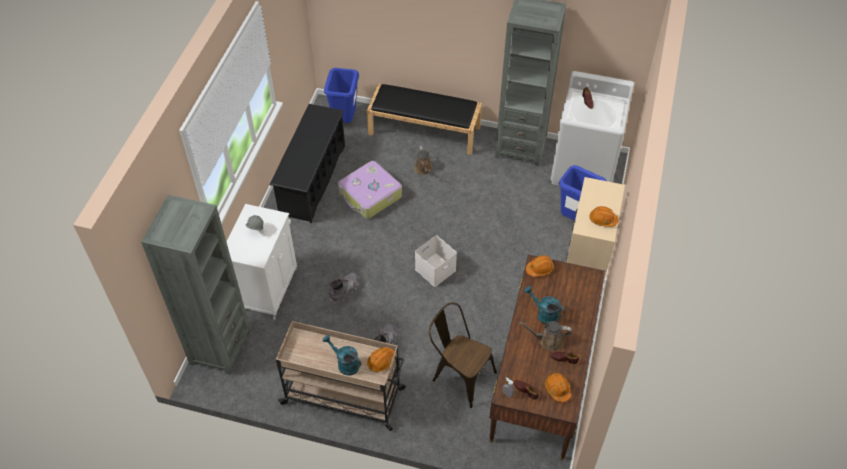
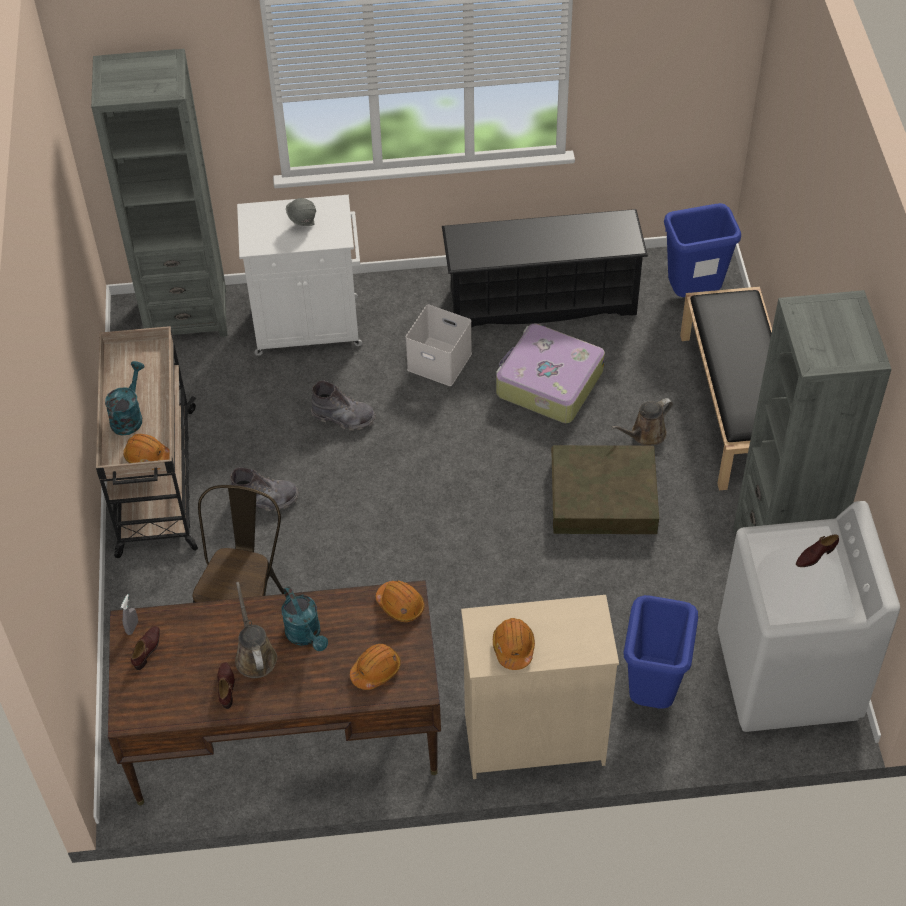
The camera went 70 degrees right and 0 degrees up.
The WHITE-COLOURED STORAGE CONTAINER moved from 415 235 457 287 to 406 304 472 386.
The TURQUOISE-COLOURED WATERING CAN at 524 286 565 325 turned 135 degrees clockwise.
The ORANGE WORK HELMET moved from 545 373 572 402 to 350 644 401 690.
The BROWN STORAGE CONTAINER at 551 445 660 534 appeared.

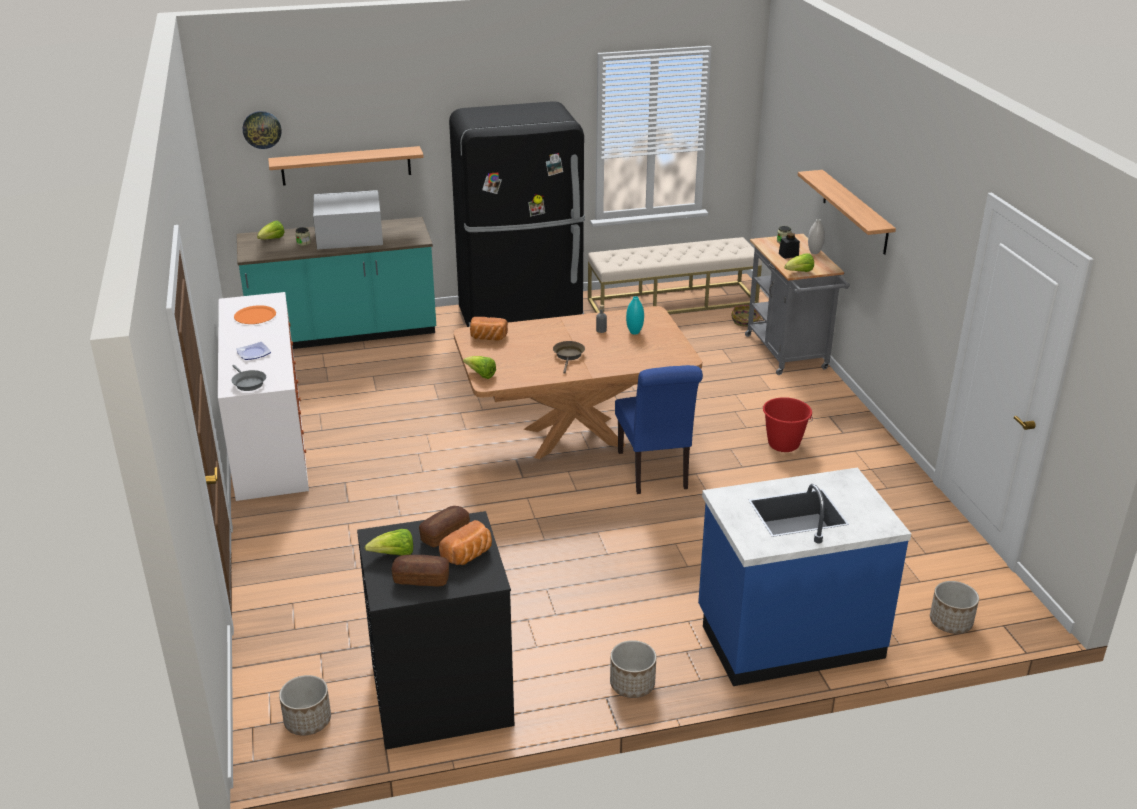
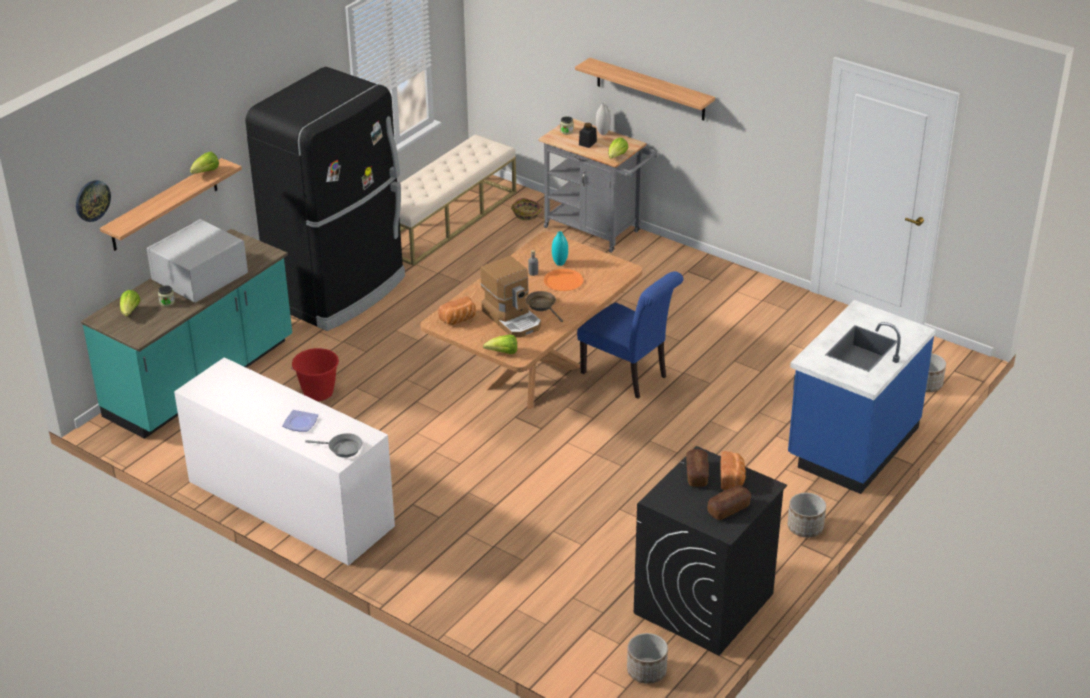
The camera went 40 degrees left and 5 degrees up.
The ORANGE FLAT DISH moved from 234 305 276 324 to 544 269 583 291.
The RED WATER BUCKET moved from 763 397 813 452 to 291 348 340 401.
The HEAD OF LETTUCE moved from 365 529 413 556 to 190 152 219 174.
The COFFEE MAKER at 480 256 541 338 appeared.

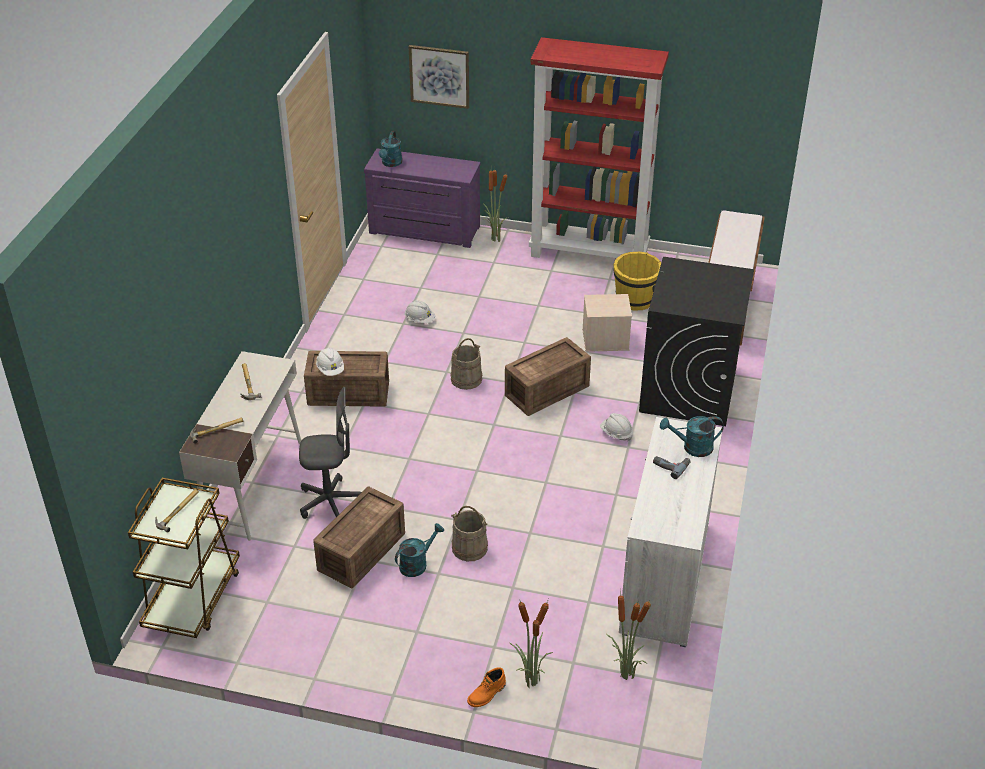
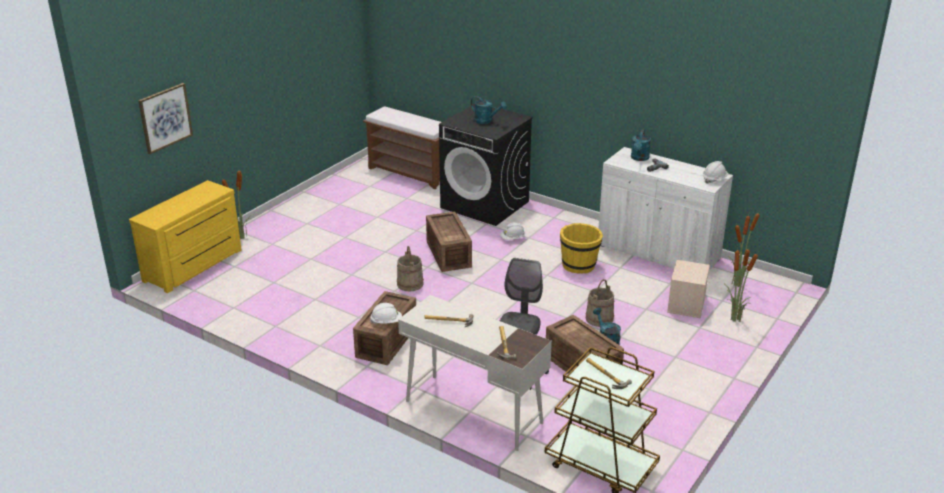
The camera went 70 degrees left and 10 degrees down.
The RED BOOKSHELF at 529 37 669 258 disappeared.
The TURQUOISE-COLOURED WATERING CAN moved from 379 131 402 167 to 471 96 507 124.
The PURPLE DRESSER at 364 148 480 248 became the YELLOW DRESSER at 129 180 242 293.
The YELLOW WATER BUCKET moved from 613 252 661 311 to 560 223 603 274.
The SAND-COLOURED STORAGE CONTAINER moved from 582 294 632 352 to 667 260 710 318.
The WHITE-COLOURED WORK HELMET moved from 405 300 435 324 to 703 161 729 184.
The ORANGE BOOT at 467 667 506 707 disappeared.

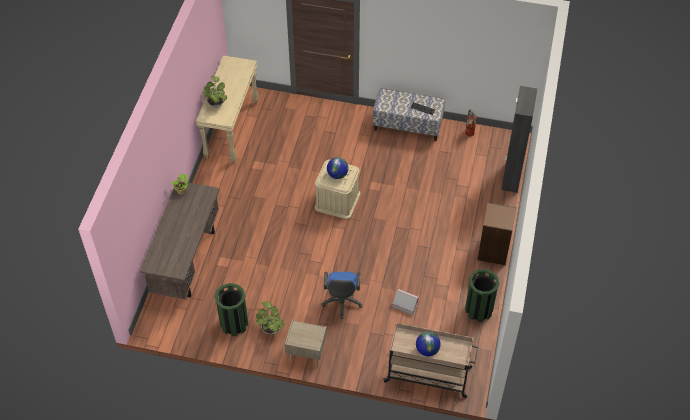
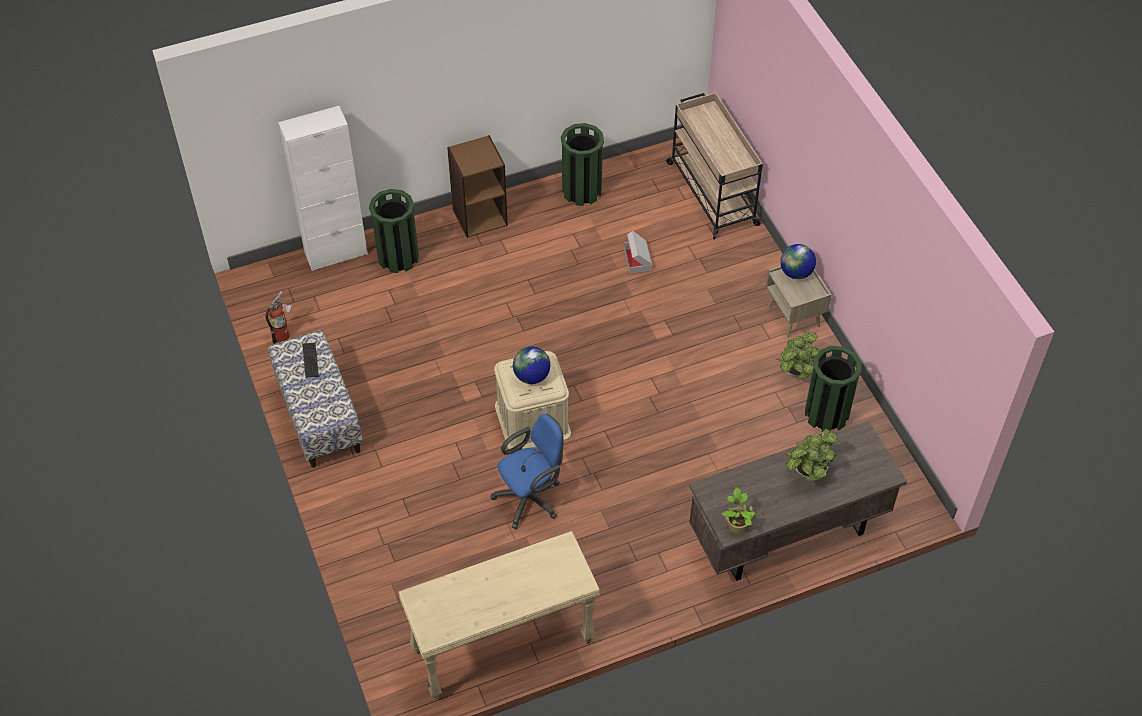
The camera went 125 degrees left and 0 degrees up.
The PLANT IN A POT moved from 203 76 227 107 to 786 429 838 481.
The BLACKISH CABINET at 501 86 537 193 became the WHITE-COLOURED CABINET at 278 106 368 271.
The BLUE COMPUTER CHAIR moved from 321 272 363 319 to 491 414 564 529.
The WORLD GLOBE moved from 416 332 441 356 to 780 244 816 279.
The GREENISH WASTE BIN at 369 189 419 273 appeared.

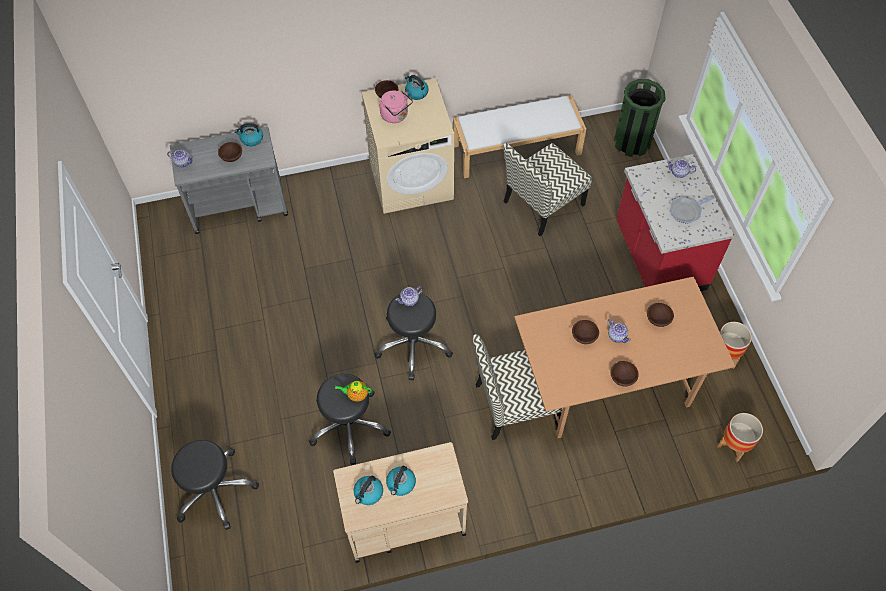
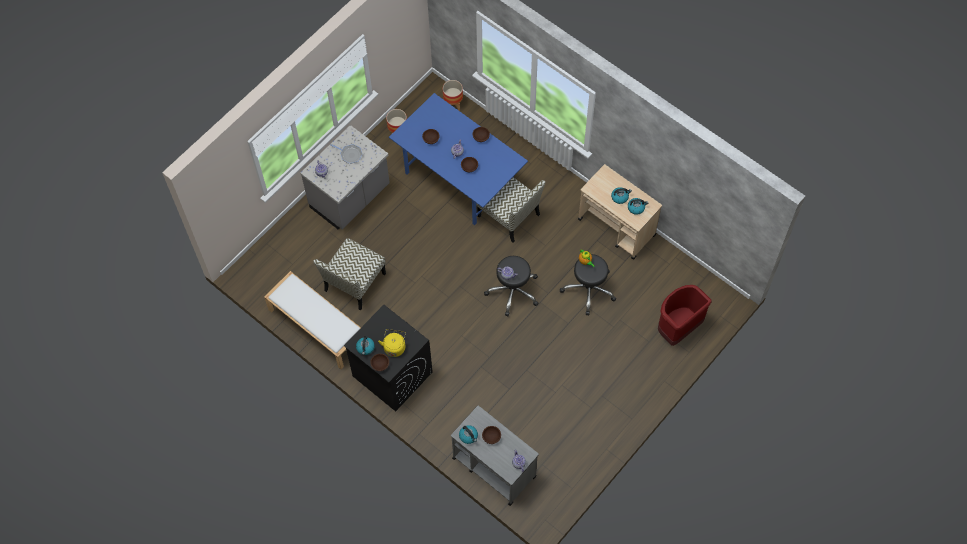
The camera went 125 degrees left and 5 degrees up.
The SAND-COLOURED WASHING MACHINE at 362 78 454 214 became the BLACKISH WASHING MACHINE at 344 305 433 411.
The GREENISH WASTE BIN at 614 79 666 157 disappeared.
The PINK-COLOURED KETTLE at 379 90 413 123 became the YELLOW KETTLE at 378 329 406 357.
The UPRIGHT CHAIR at 503 143 592 236 turned 105 degrees clockwise.
The RED COUNTER at 616 154 734 291 became the GRAY COUNTER at 300 125 390 230.
The BROWN KITCHEN TABLE at 514 276 735 438 became the BLUE KITCHEN TABLE at 389 93 528 225.
The BLACKISH STOOL at 171 440 259 530 was replaced by the RED WASTE BIN at 658 285 711 346.

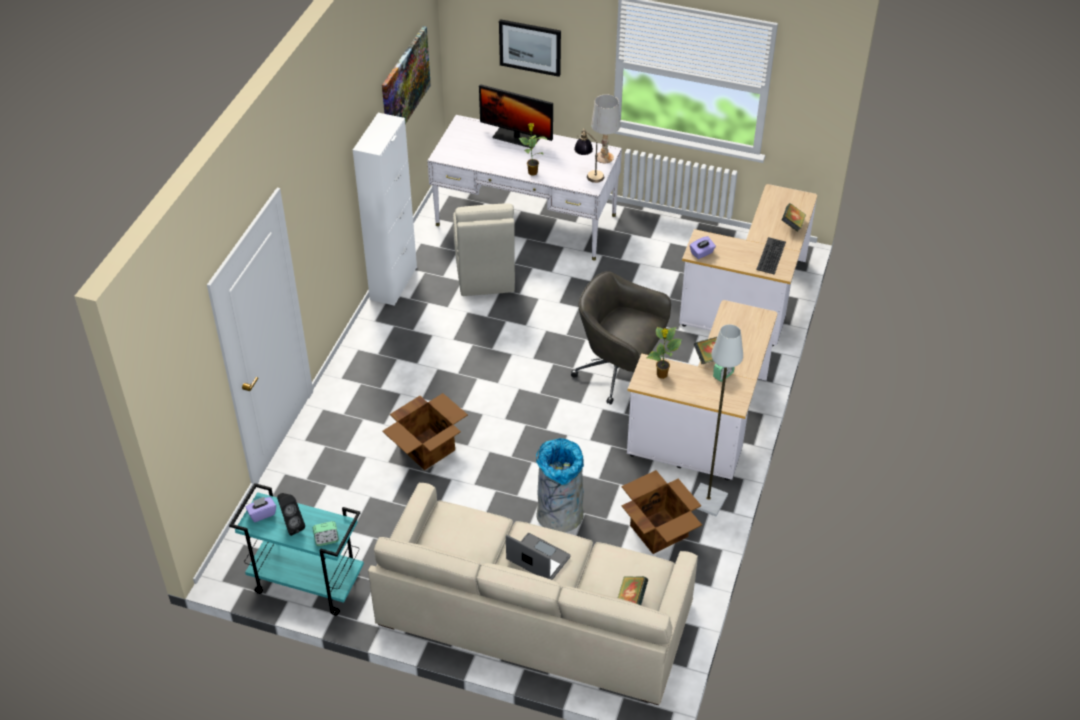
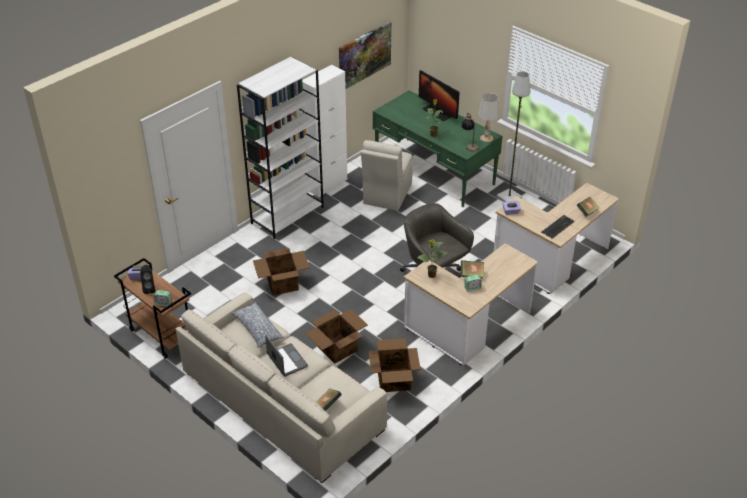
The camera went 25 degrees right and 5 degrees down.
The PICTURE at 499 19 561 77 disappeared.
The WHITE-COLOURED DESK TABLE at 427 115 622 261 became the GREENISH DESK TABLE at 373 90 502 207.
The GRAY FLOOR LAMP moved from 693 324 743 516 to 497 71 531 202.
The GRAY WASTE BIN at 536 438 584 532 was replaced by the PACKING BOX at 305 309 368 364.
The TURQUOISE-COLOURED TROLLEY at 229 483 364 616 became the BROWN TROLLEY at 114 258 191 359.
The WHITE-COLOURED BOOKSHELF at 237 57 324 239 appeared.
The PILLOW at 231 302 284 348 appeared.

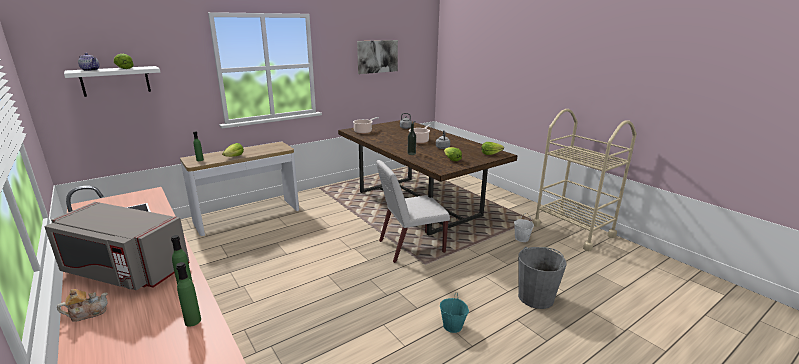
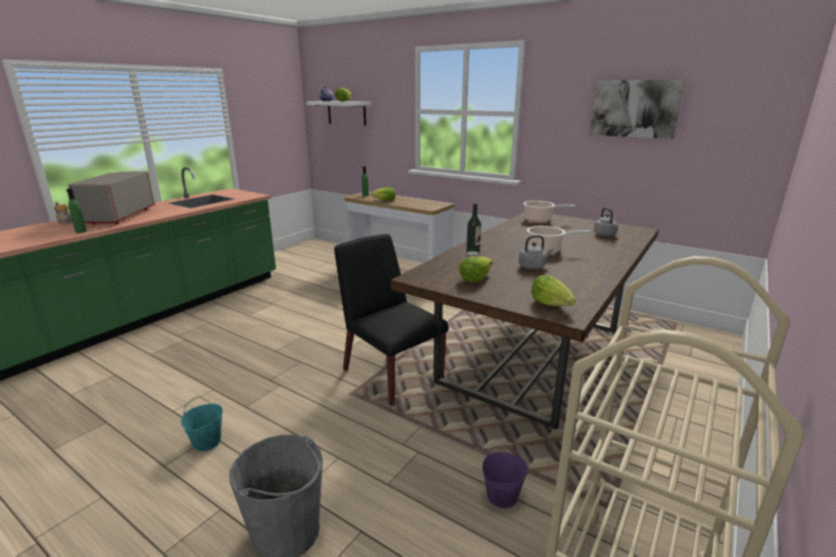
The camera went 70 degrees right and 0 degrees up.
The WHITE-COLOURED UPRIGHT CHAIR at 376 160 450 263 became the BLACKISH UPRIGHT CHAIR at 334 234 449 406.
The WHITE-COLOURED WATER BUCKET at 514 213 534 242 became the PURPLE WATER BUCKET at 482 446 528 508.
The GREENISH BOTTLE at 176 262 201 327 disappeared.

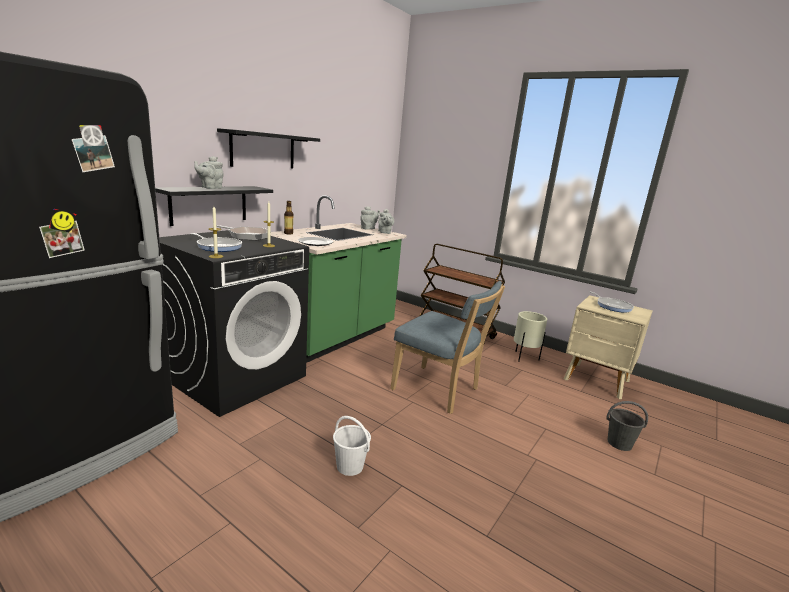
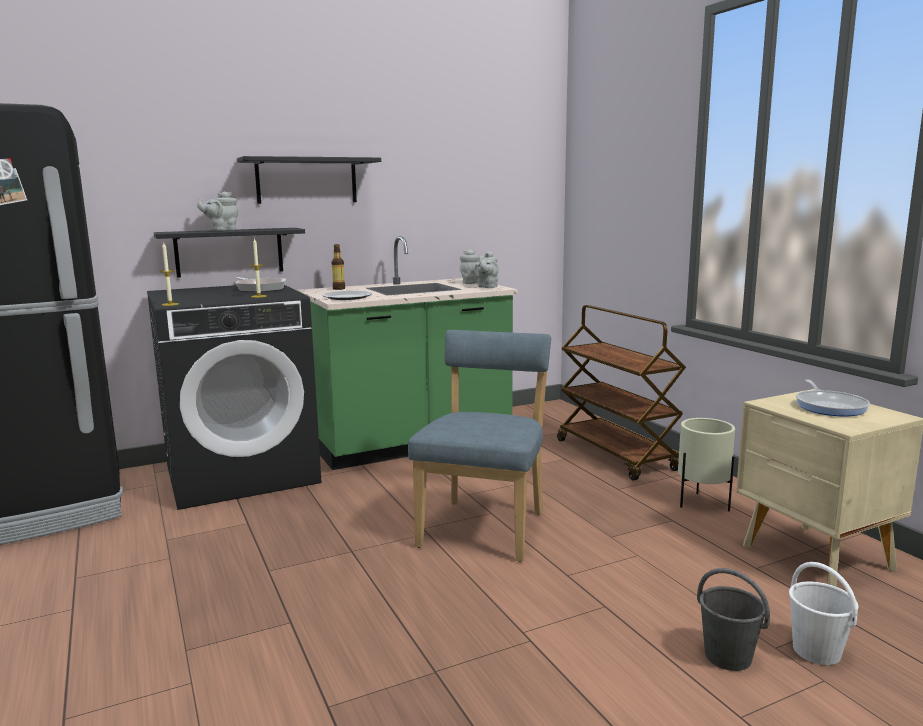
The camera went 30 degrees right and 5 degrees down.
The FRYING PAN at 191 233 242 252 disappeared.
The BLUE UPRIGHT CHAIR at 390 281 505 414 turned 135 degrees counterclockwise.
The WHITE-COLOURED WATER BUCKET moved from 333 416 371 476 to 789 562 858 665.

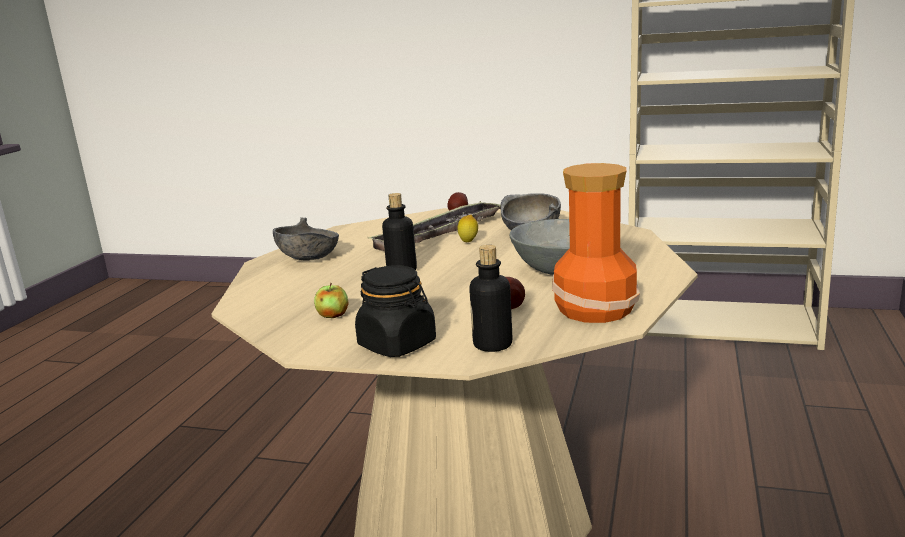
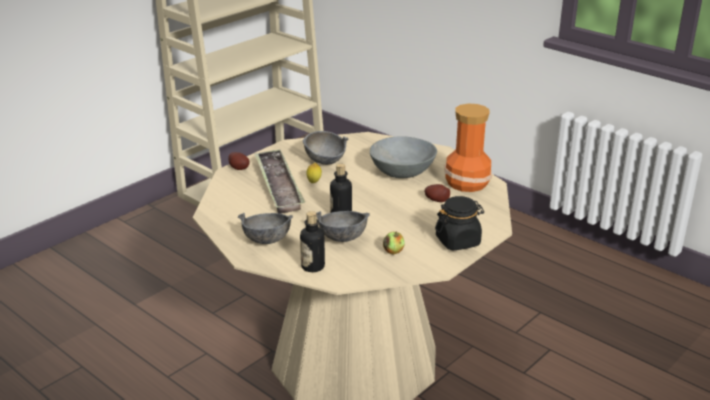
The camera went 65 degrees left and 10 degrees up.
The BOTTLE moved from 469 245 512 352 to 300 211 325 272.
The GRAY BOWL at 317 211 370 242 appeared.

